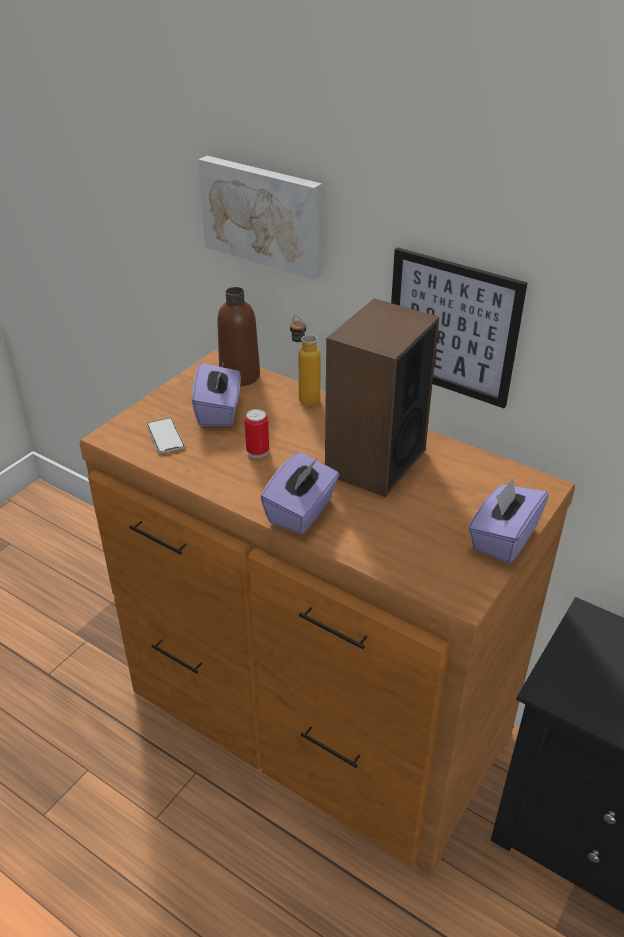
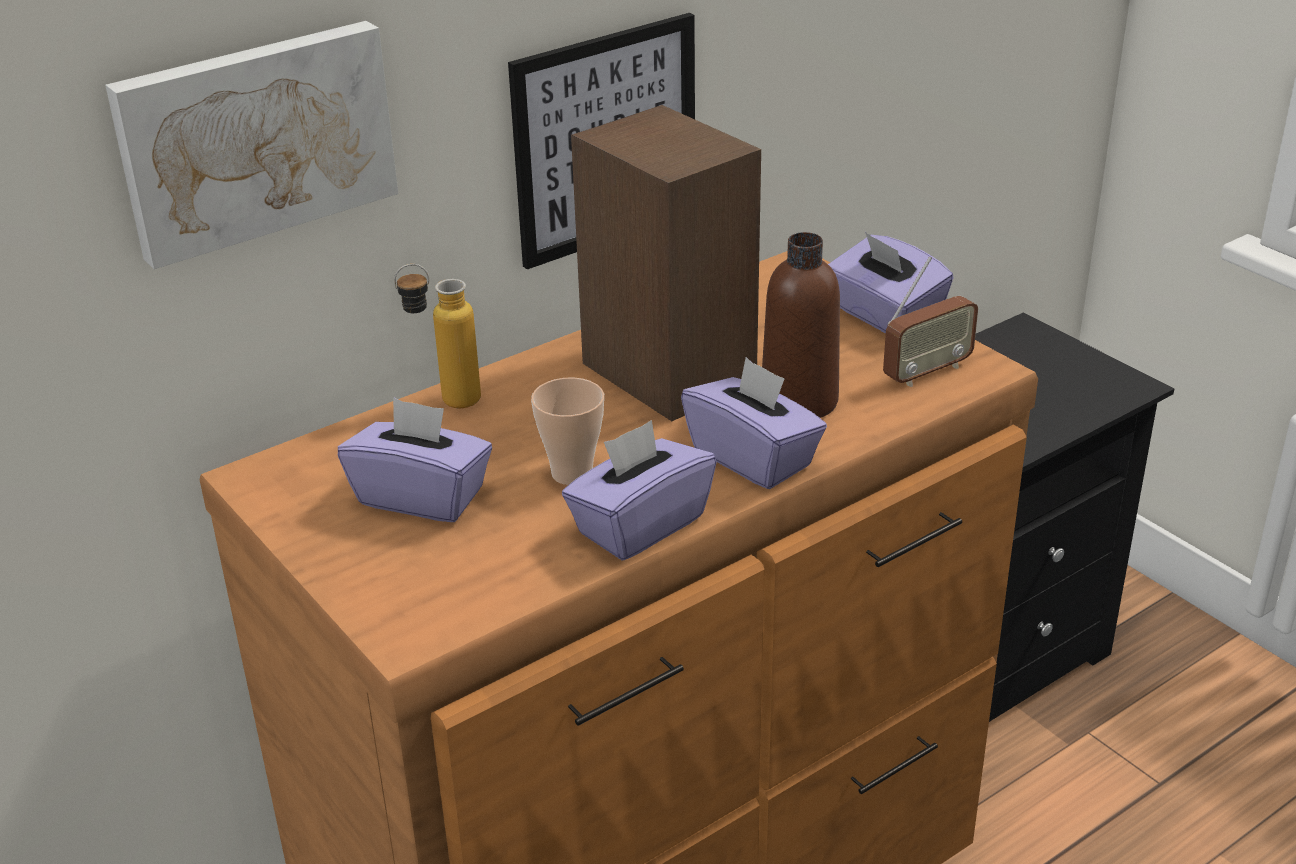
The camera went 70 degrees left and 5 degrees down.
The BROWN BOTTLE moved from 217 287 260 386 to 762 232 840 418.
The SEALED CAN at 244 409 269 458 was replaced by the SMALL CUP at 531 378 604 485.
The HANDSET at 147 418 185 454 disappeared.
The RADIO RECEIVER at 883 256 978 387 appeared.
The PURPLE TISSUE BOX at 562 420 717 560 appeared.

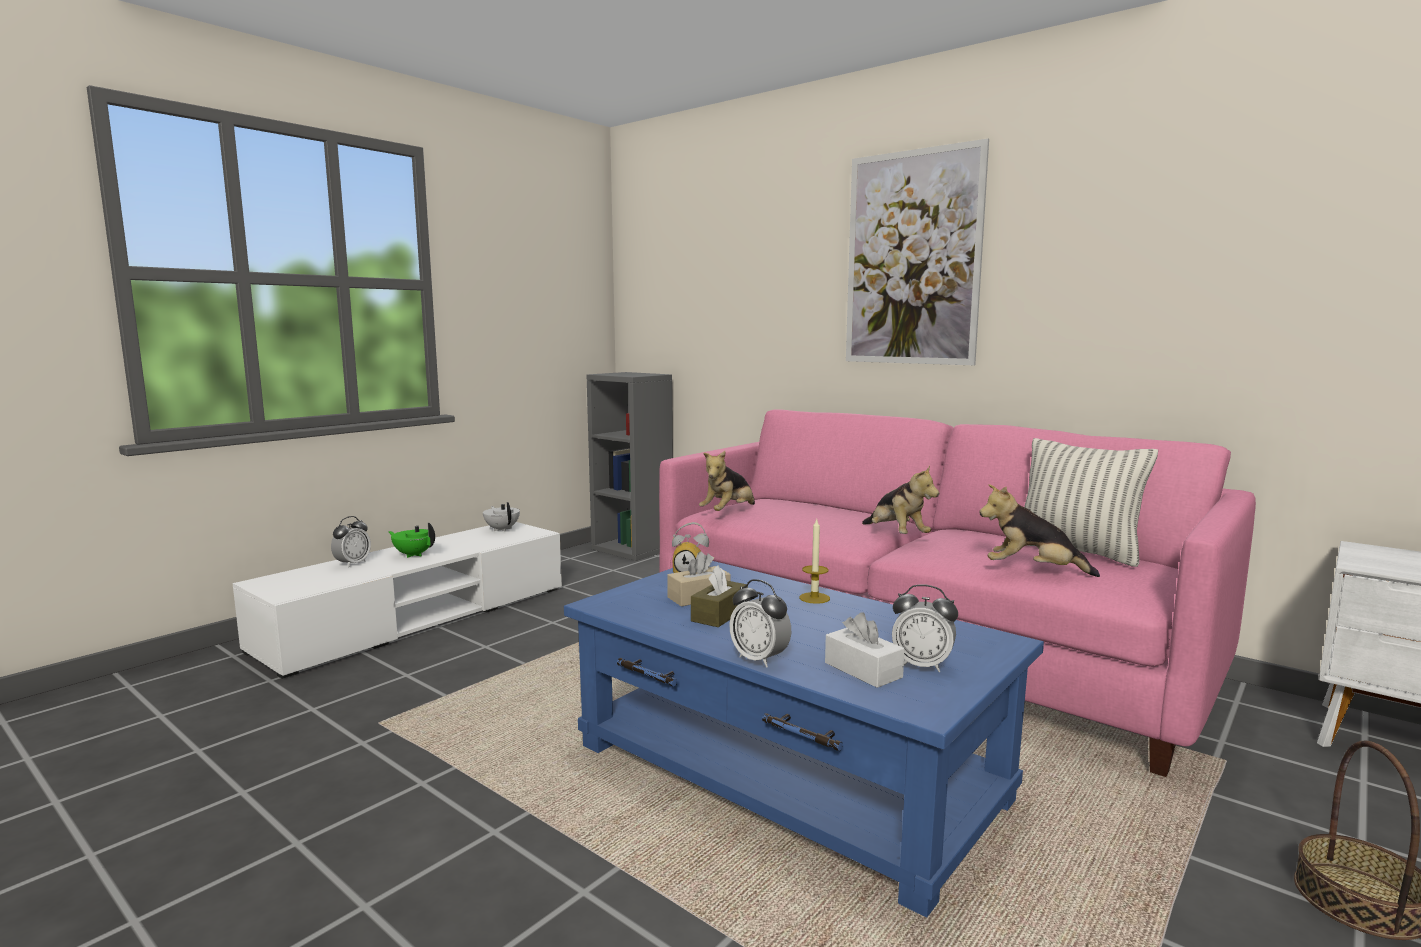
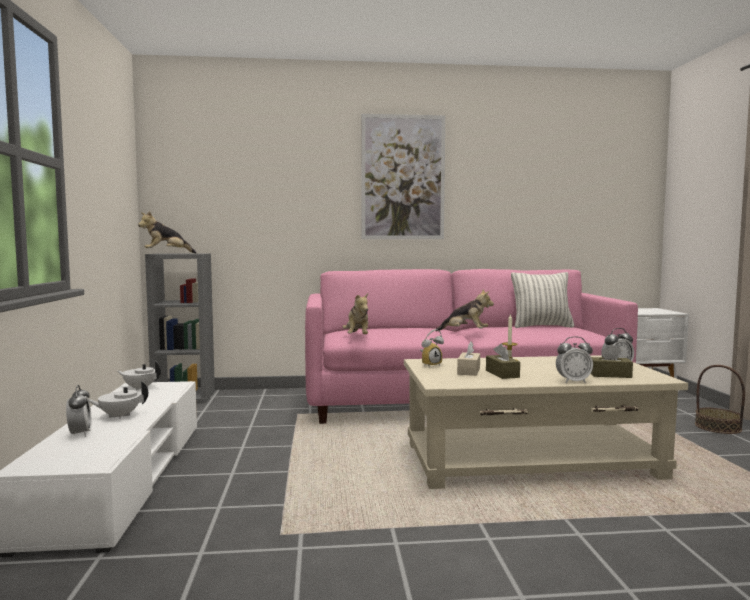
The camera went 45 degrees left and 5 degrees down.
The CUDDLY TOY moved from 979 484 1100 577 to 138 211 196 254.
The GREENISH POT FOR TEA at 388 523 435 558 became the WHITE-COLOURED POT FOR TEA at 89 381 148 419.
The BLUE COFFEE TABLE at 564 561 1044 917 became the SAND-COLOURED COFFEE TABLE at 404 355 688 489.
The WHITE-COLOURED TISSUE BOX at 825 613 904 688 became the BROWN TISSUE BOX at 591 344 633 378.

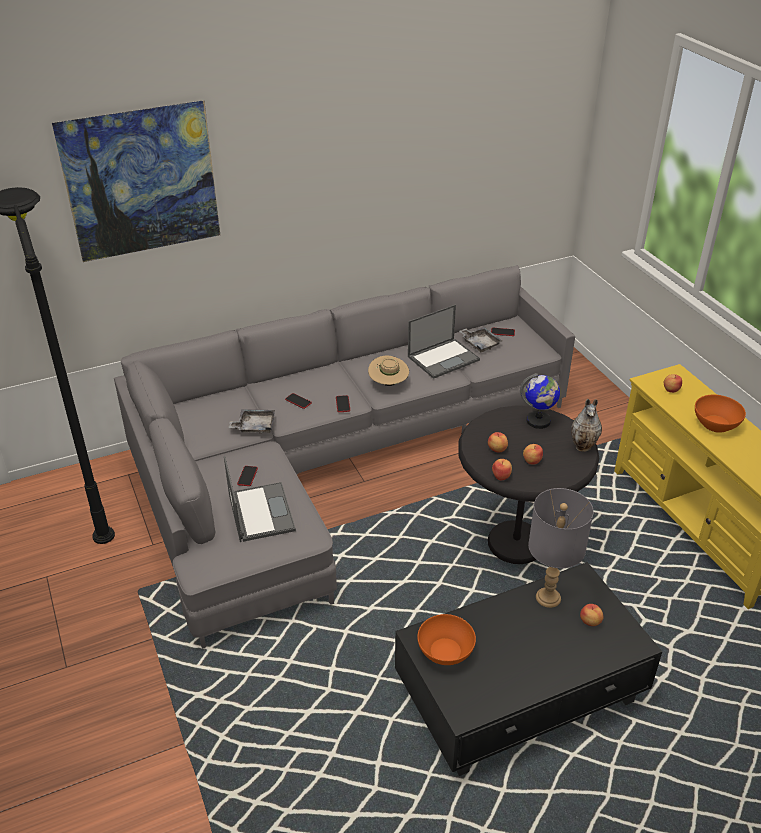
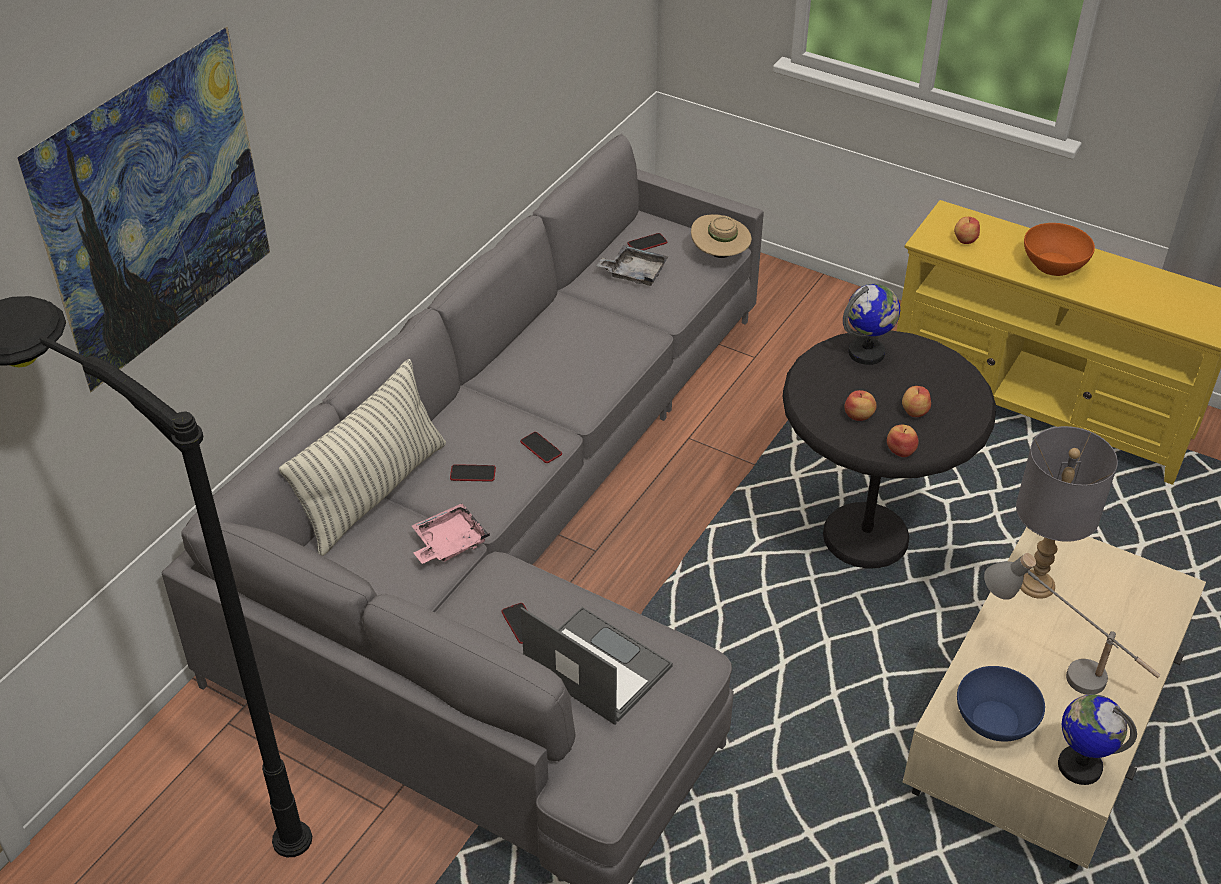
The camera went 35 degrees left and 5 degrees up.
The LAPTOP at 408 305 480 379 disappeared.
The SAND-COLOURED WEARABLE HAT moved from 368 356 409 386 to 691 214 752 258.
The VASE at 571 399 602 452 disappeared.
The GRAY TRAY at 228 409 275 433 became the PINK-COLOURED TRAY at 412 503 490 564.
The BLACKISH COFFEE TABLE at 395 562 662 776 became the SAND-COLOURED COFFEE TABLE at 903 527 1206 870.
The APPLE at 580 604 603 626 disappeared.
The ORANGE BOWL at 417 614 476 665 became the BLUE BOWL at 957 666 1045 741.
The PILLOW at 279 359 446 556 appeared.
The GRAY TABLE LAMP at 984 553 1160 695 appeared.
The WORLD GLOBE at 1058 694 1137 785 appeared.

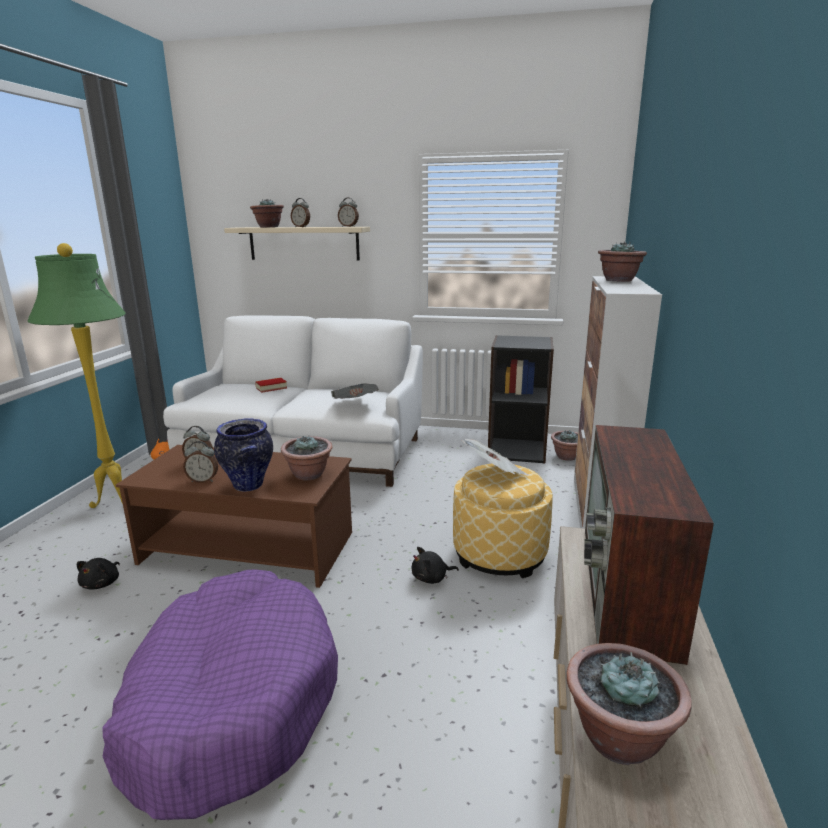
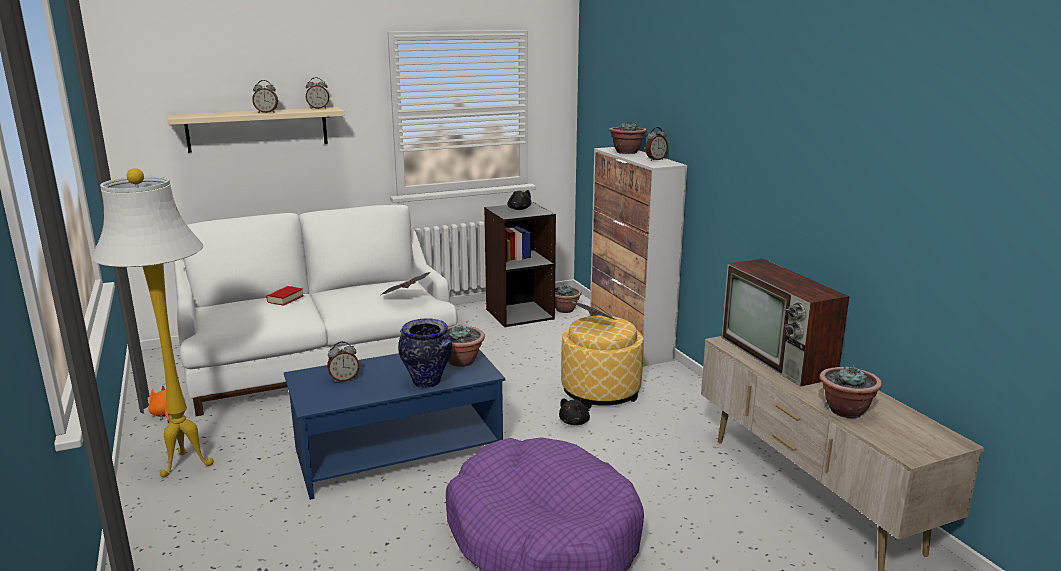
The camera went 35 degrees left and 0 degrees up.
The PLANT IN A POT at 250 199 284 228 disappeared.
The GREENISH FLOOR LAMP at 27 243 126 508 became the WHITE-COLOURED FLOOR LAMP at 91 168 214 477.
The ALARM CLOCK moved from 183 441 218 483 to 645 127 668 161.
The BROWN COFFEE TABLE at 116 445 352 588 became the BLUE COFFEE TABLE at 284 349 505 500.
The BLACKISH CUDDLY TOY moved from 77 558 120 590 to 507 190 531 210.

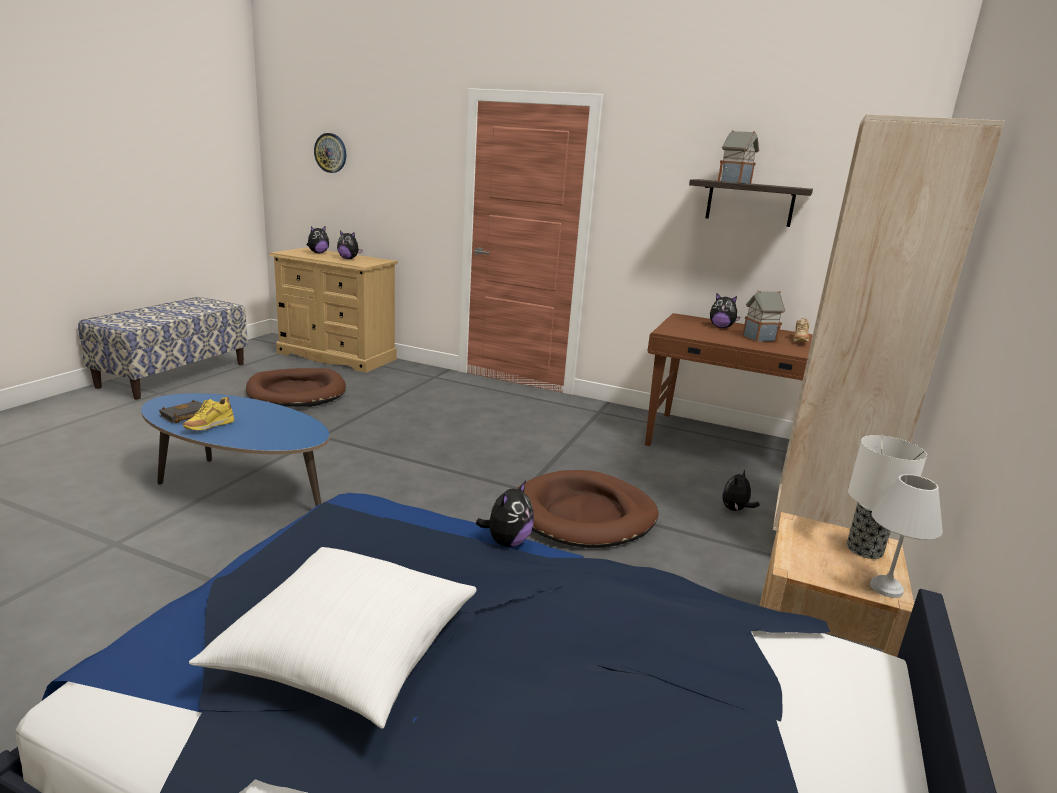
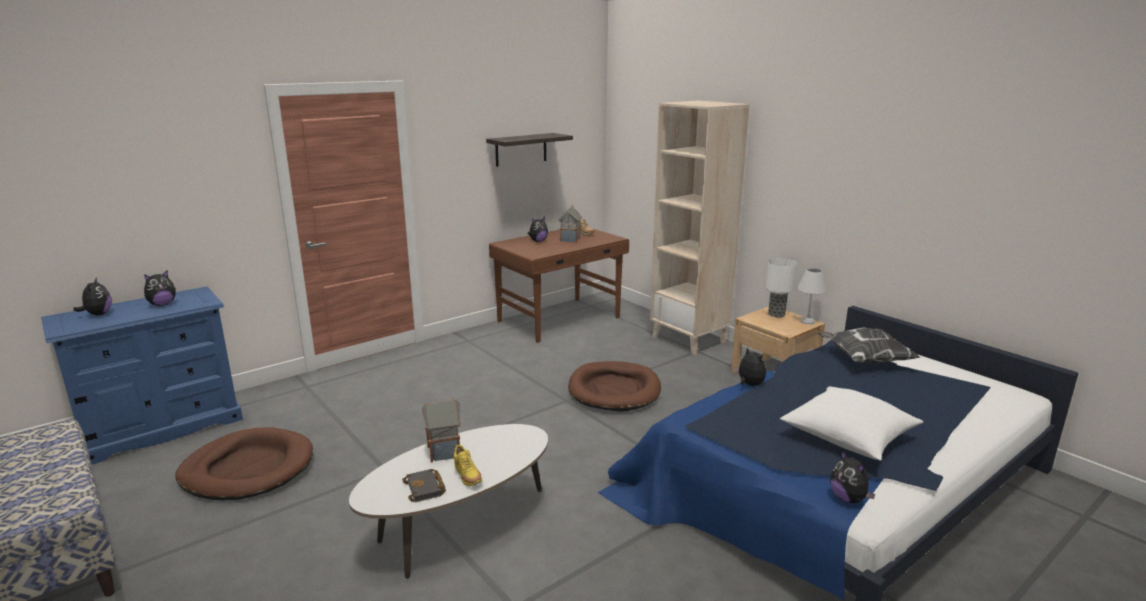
The camera went 60 degrees left and 0 degrees up.
The MINIATURE HOUSE moved from 718 130 759 184 to 422 398 461 462.
The HANGING CLOCK at 314 133 347 173 disappeared.
The SAND-COLOURED DRESSER at 269 248 398 373 became the BLUE DRESSER at 41 286 243 464.
The BLUE COFFEE TABLE at 141 393 330 506 became the WHITE-COLOURED COFFEE TABLE at 349 424 548 579.
The CUDDLY TOY moved from 722 469 760 511 to 830 450 875 503.
The PILLOW at 817 328 920 364 appeared.

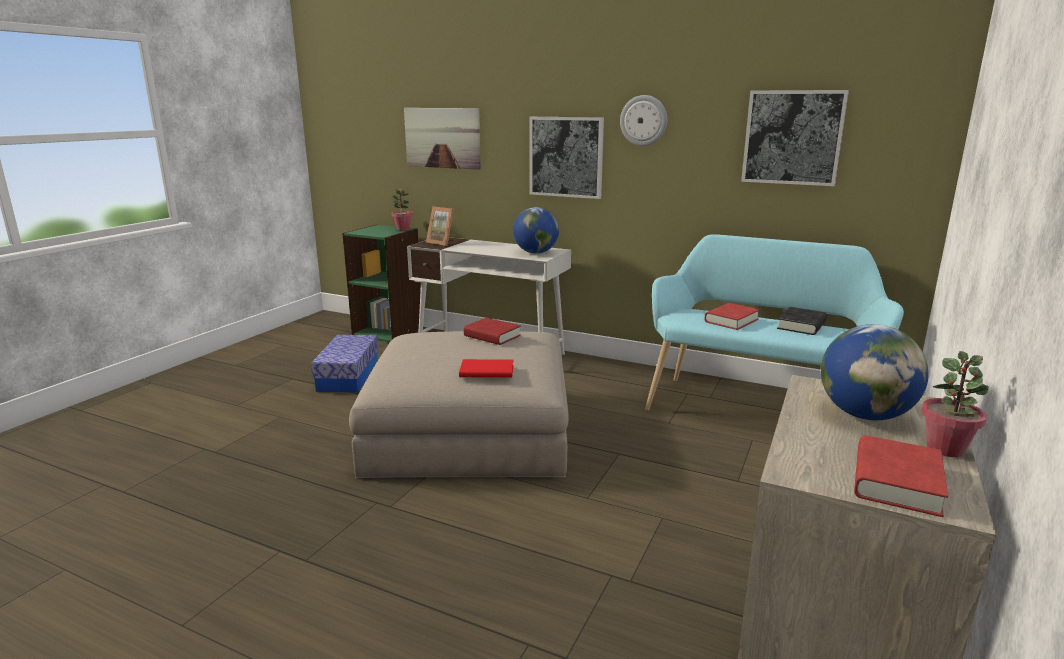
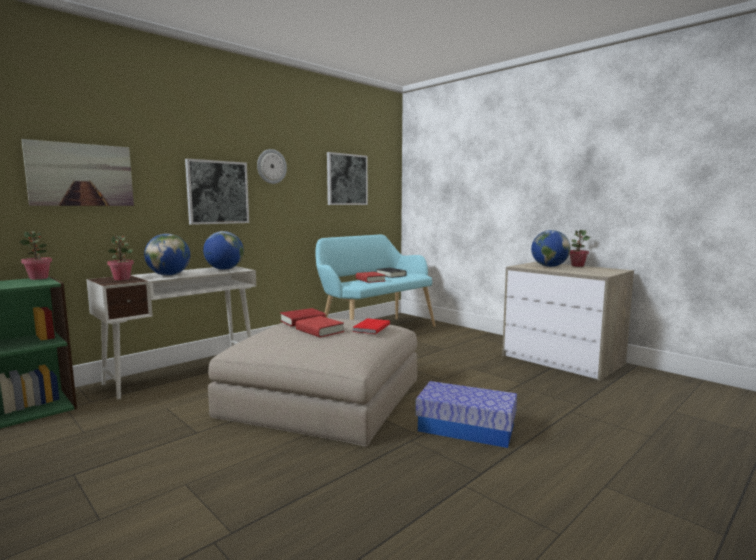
The camera went 70 degrees left and 10 degrees down.
The STANDING FRAME at 426 206 454 246 was replaced by the PLANT IN A POT at 107 235 134 281.
The STORAGE CONTAINER moved from 311 335 378 392 to 416 381 517 448.
The RED BOOK moved from 854 435 948 517 to 296 316 344 337.
The WORLD GLOBE at 144 234 190 276 appeared.

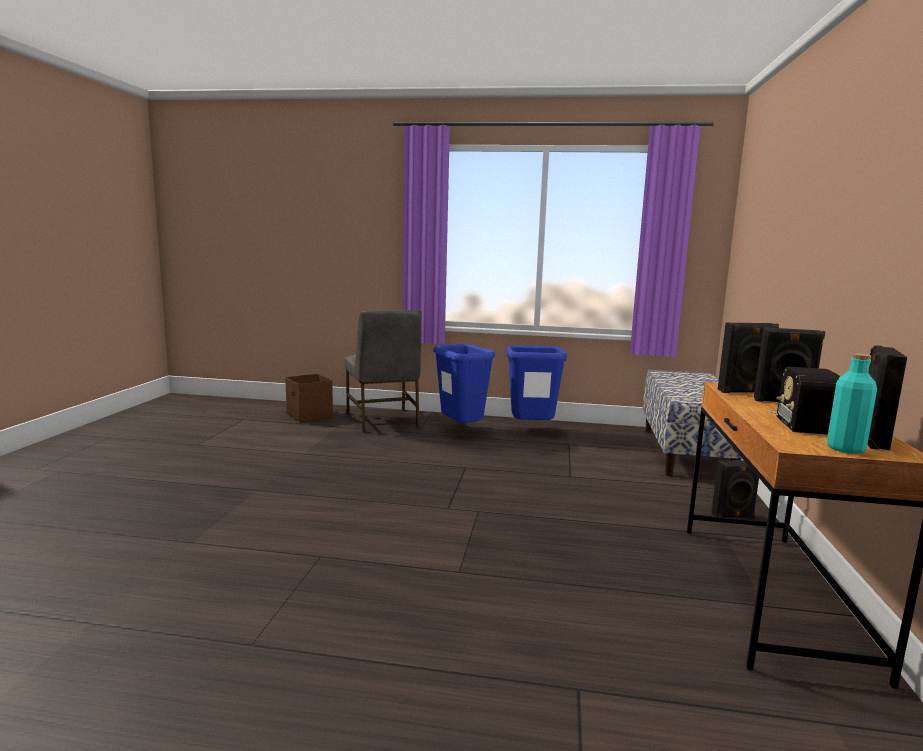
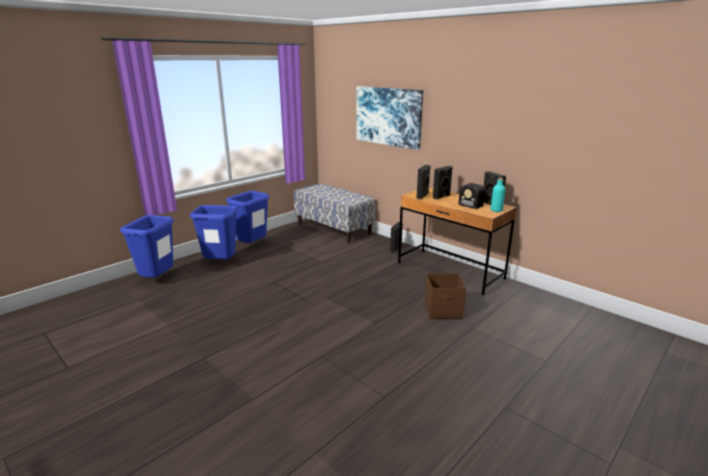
The camera went 55 degrees left and 10 degrees up.
The GRAY UPRIGHT CHAIR at 344 310 422 432 was replaced by the BLUE WASTE BIN at 120 215 174 278.
The BROWN STORAGE CONTAINER moved from 285 374 333 422 to 425 273 466 319.
The PICTURE at 356 86 423 150 appeared.

